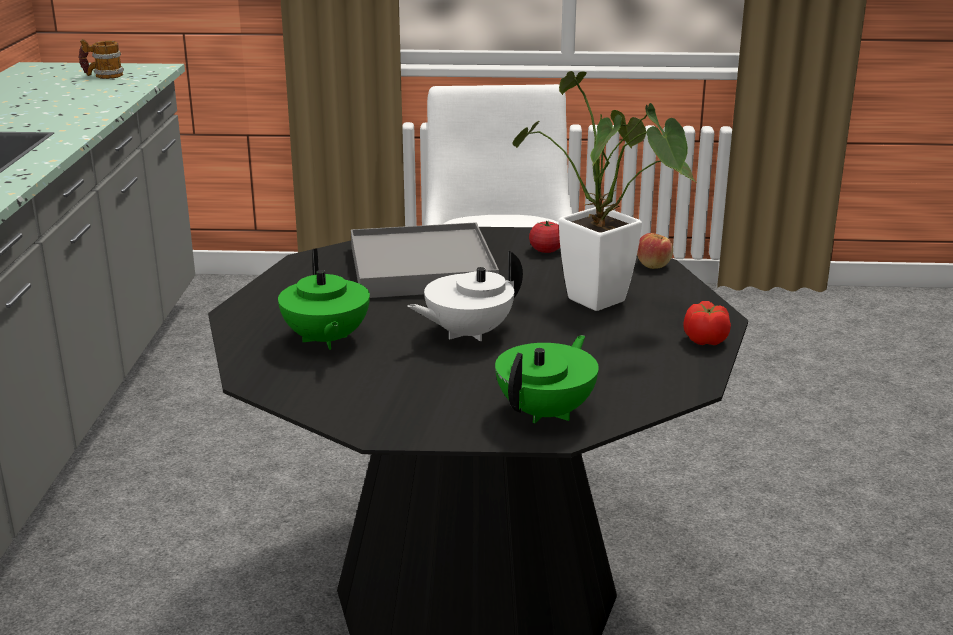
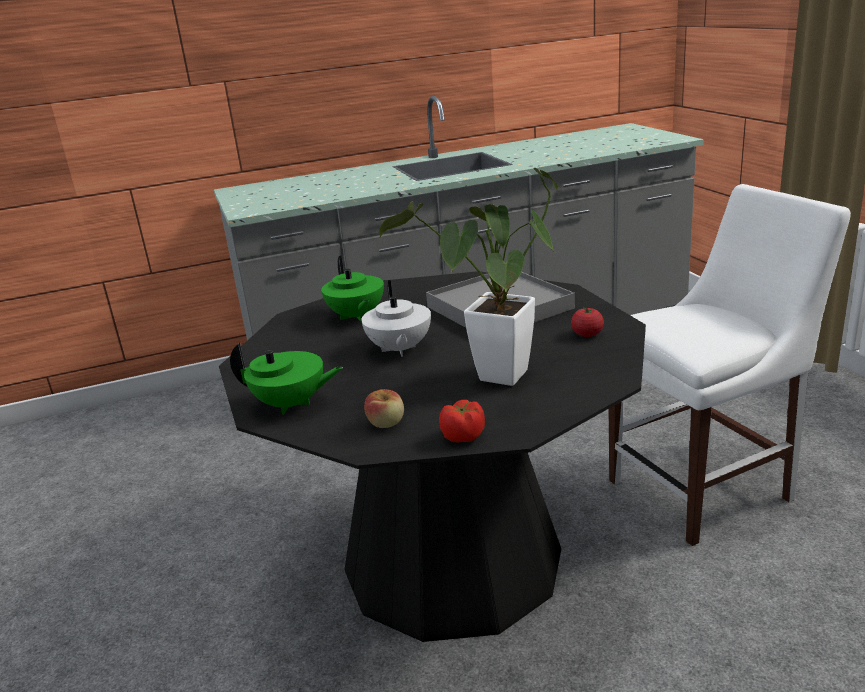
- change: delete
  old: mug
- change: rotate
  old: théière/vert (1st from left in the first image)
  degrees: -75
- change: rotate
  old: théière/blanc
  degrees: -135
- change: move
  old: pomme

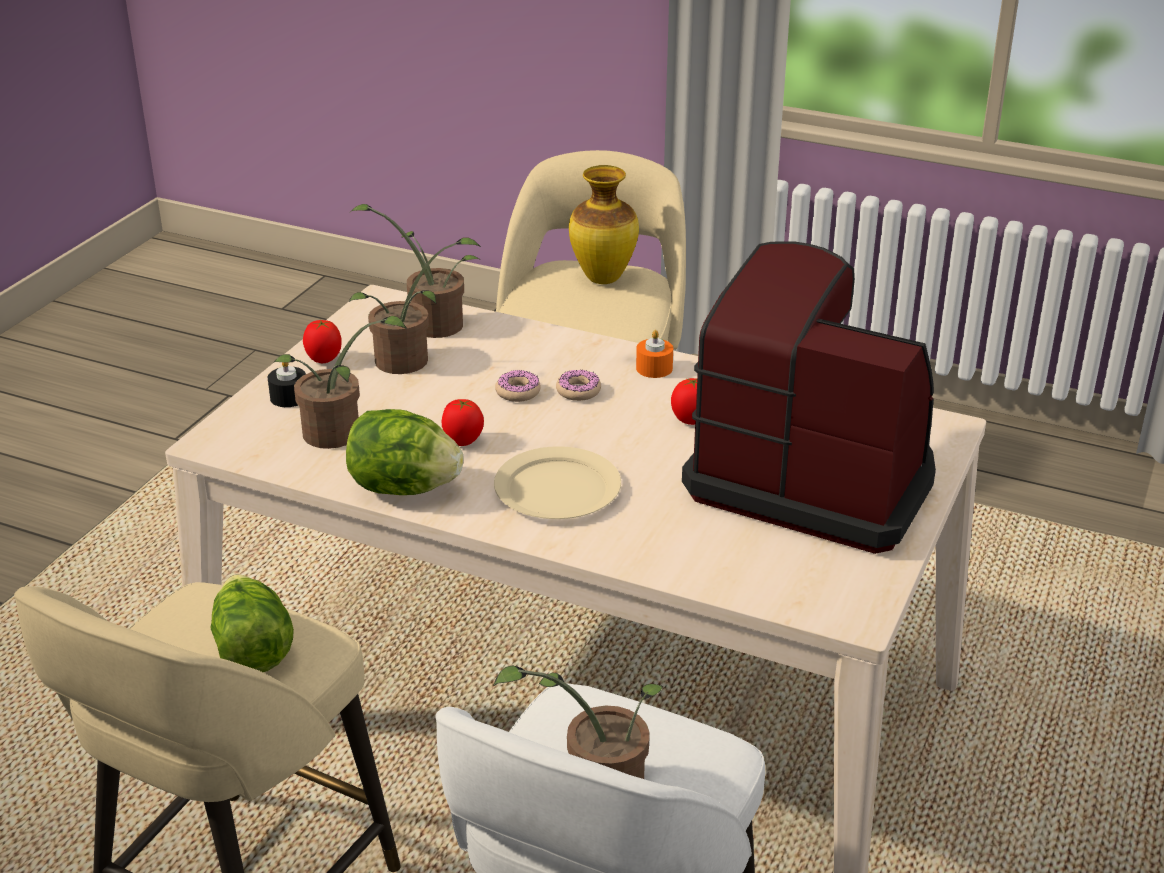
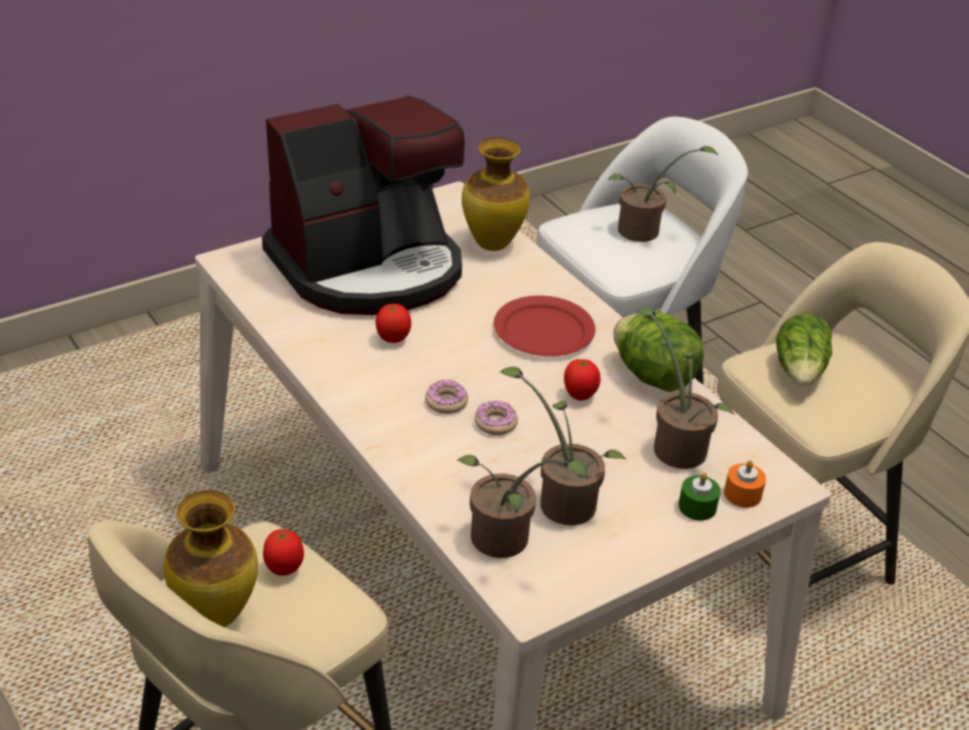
- change: recolor
  old: bougie/noir
  new: bougie/vert
- change: move
  old: tomate (1st from left)
- change: recolor
  old: assiette/beige
  new: assiette/rouge
- change: move
  old: bougie/orange
- change: rotate
  old: machine à café
  degrees: -90
- change: insert
  new: vase (2nd from left)

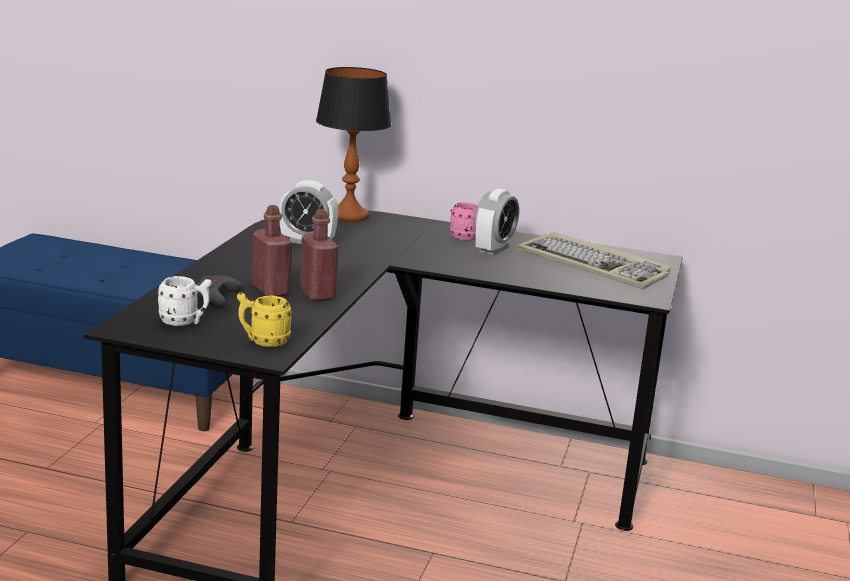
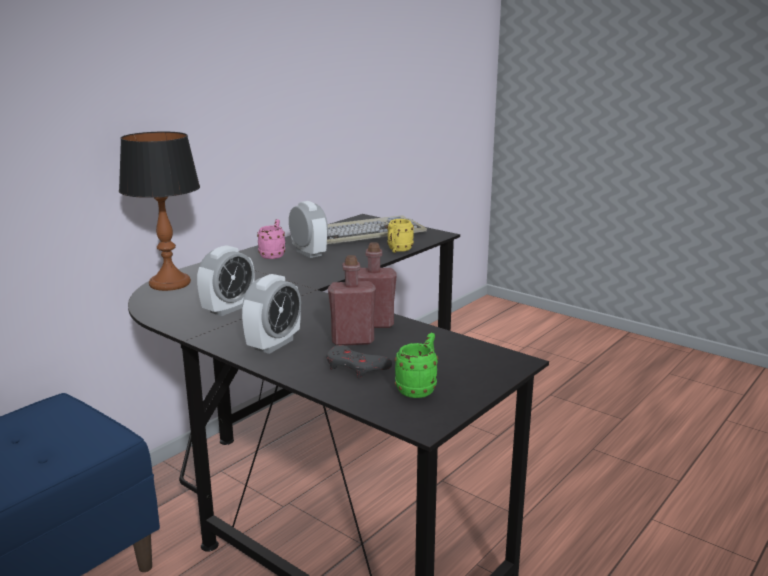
- change: recolor
  old: mug/blanc
  new: mug/vert
- change: move
  old: mug/jaune
- change: insert
  new: réveil (2nd from left)

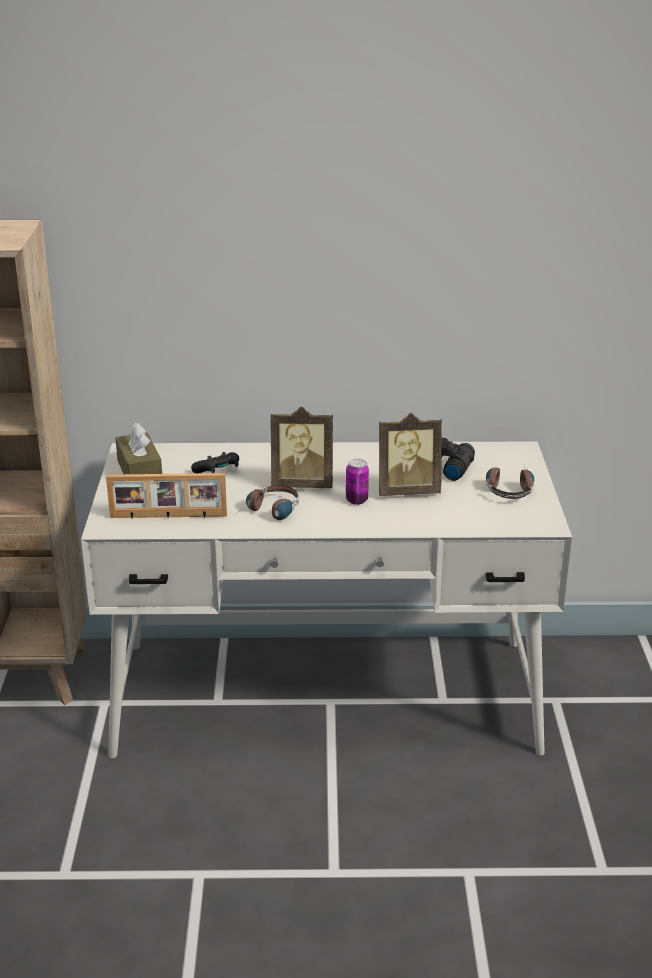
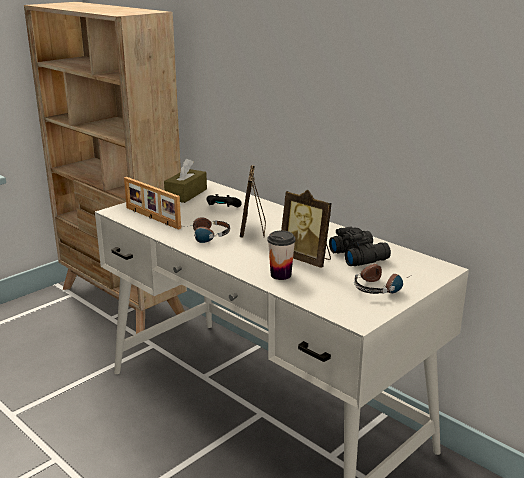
- change: rotate
  old: cadre photo (2nd from left)
  degrees: 45
- change: delete
  old: boîte métallique
- change: insert
  new: tasse

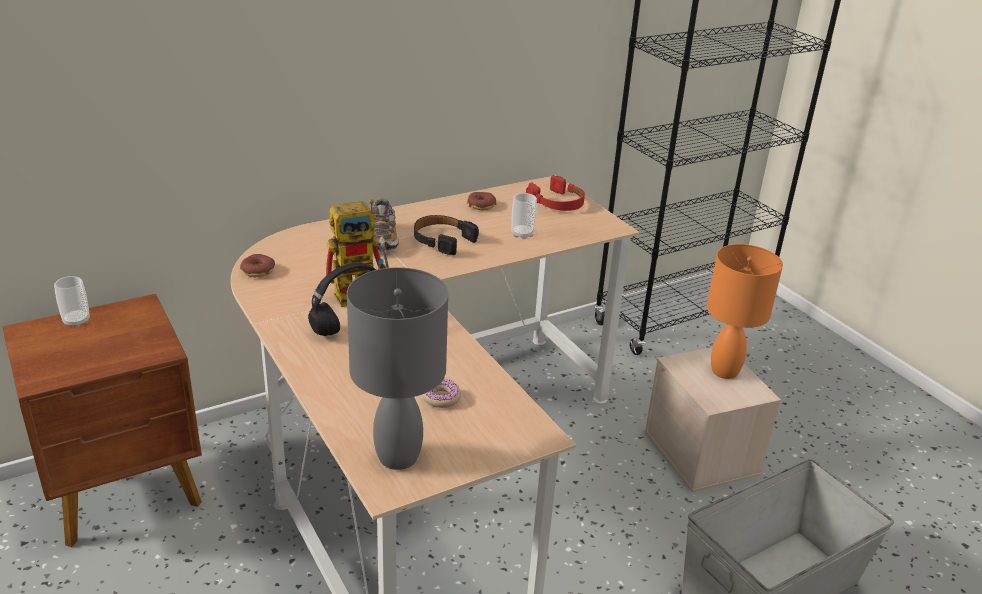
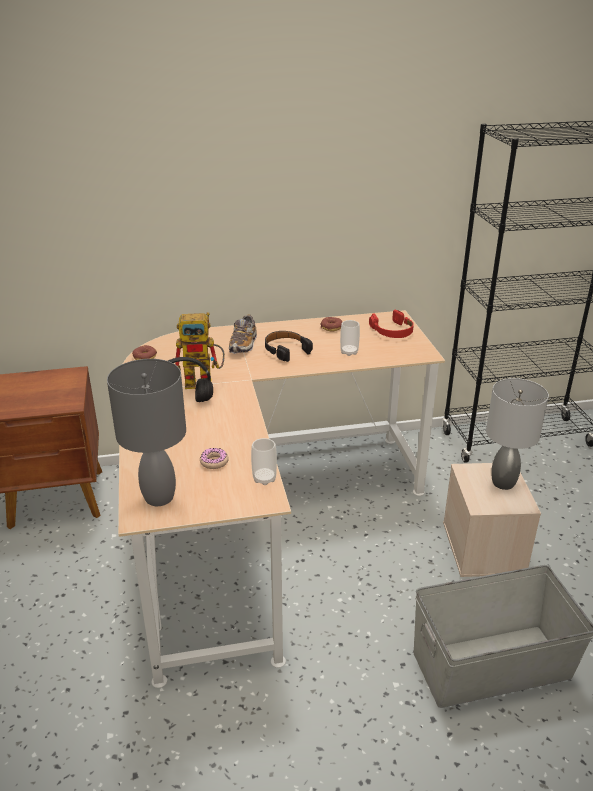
- change: move
  old: tasse (1st from left)
- change: recolor
  old: lampe de table/orange
  new: lampe de table/gris (2nd from left)

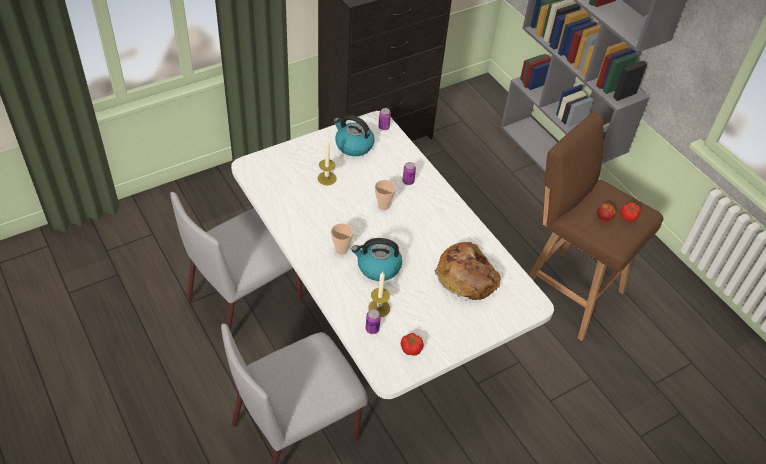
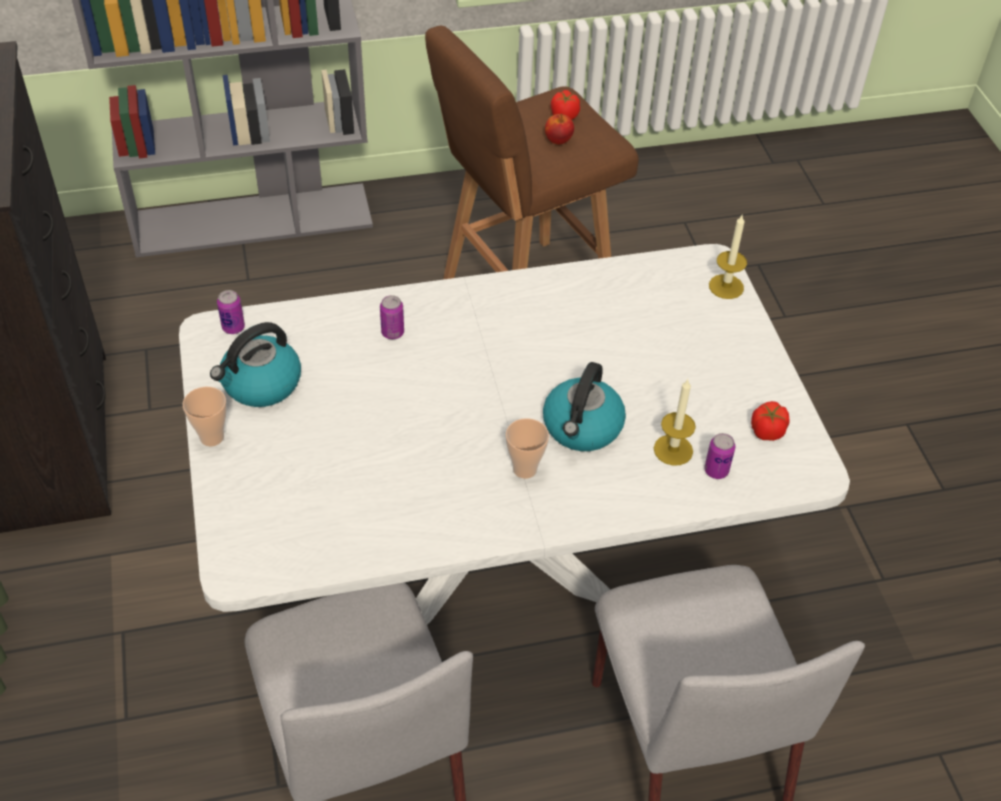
- change: move
  old: bougie (1st from left in the first image)
  new: bougie (2nd from left)
- change: move
  old: tasse (2nd from left in the first image)
  new: tasse (1st from left)
- change: delete
  old: pain

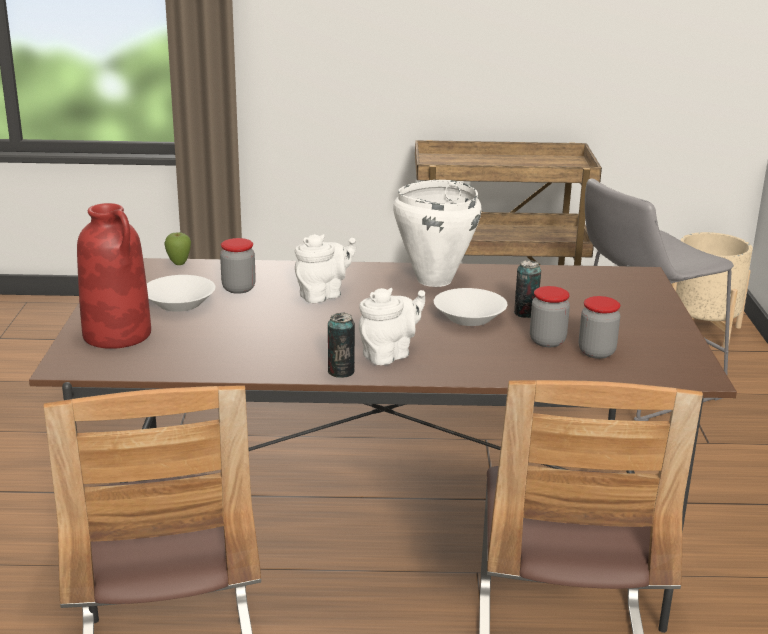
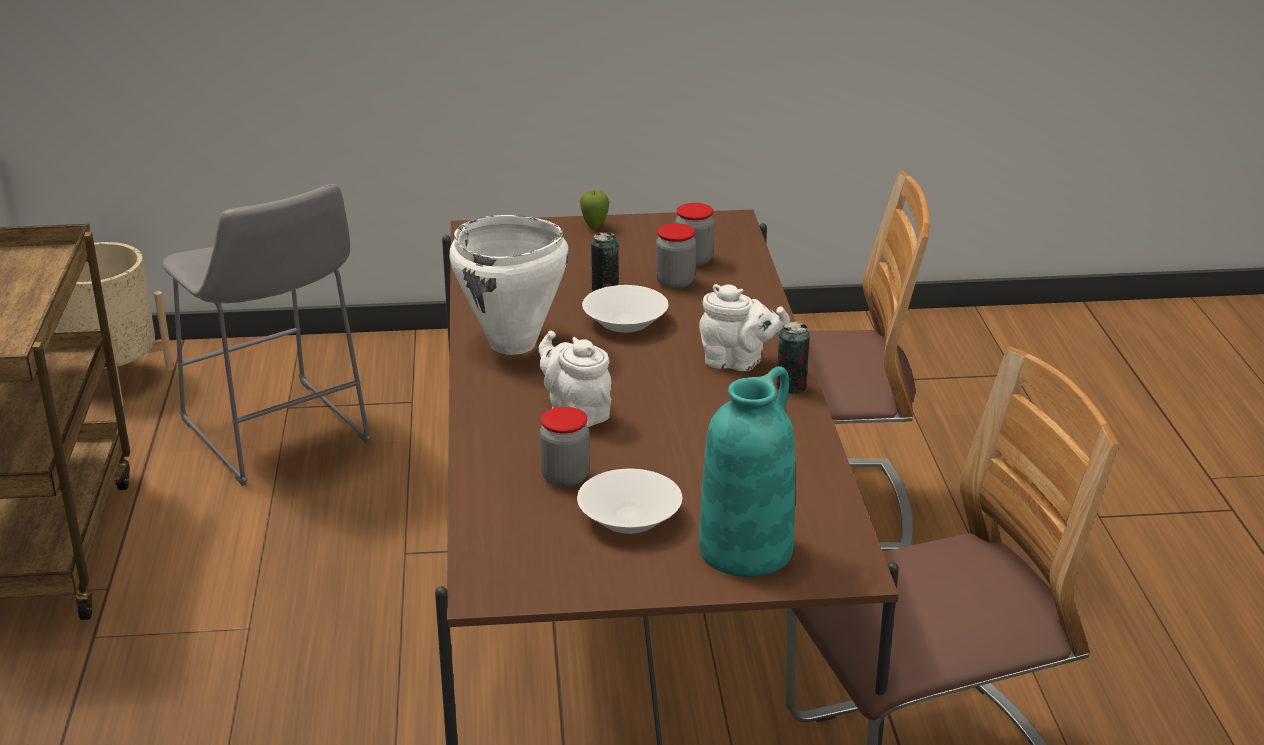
- change: recolor
  old: vase/rouge
  new: vase/turquoise
- change: move
  old: pomme
- change: rotate
  old: théière/blanc (2nd from left)
  degrees: 150

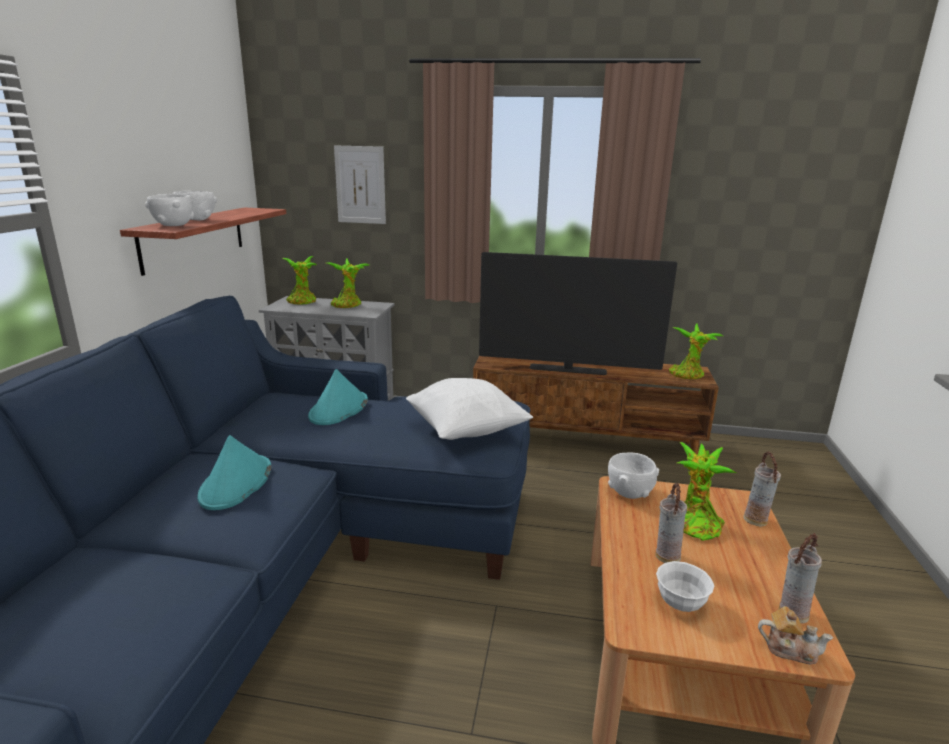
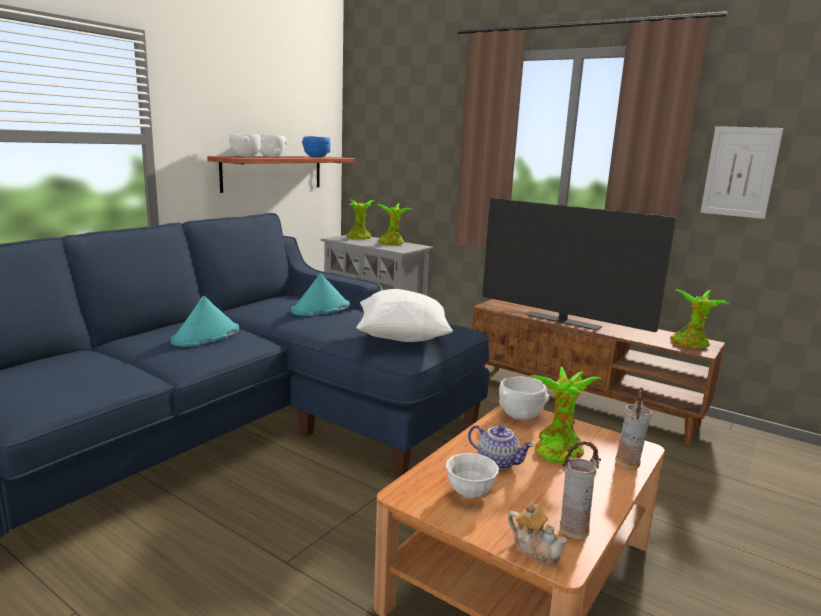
- change: move
  old: tableau
- change: replace
  old: vase (1st from left)
  new: théière (1st from left)
- change: insert
  new: bol/bleu

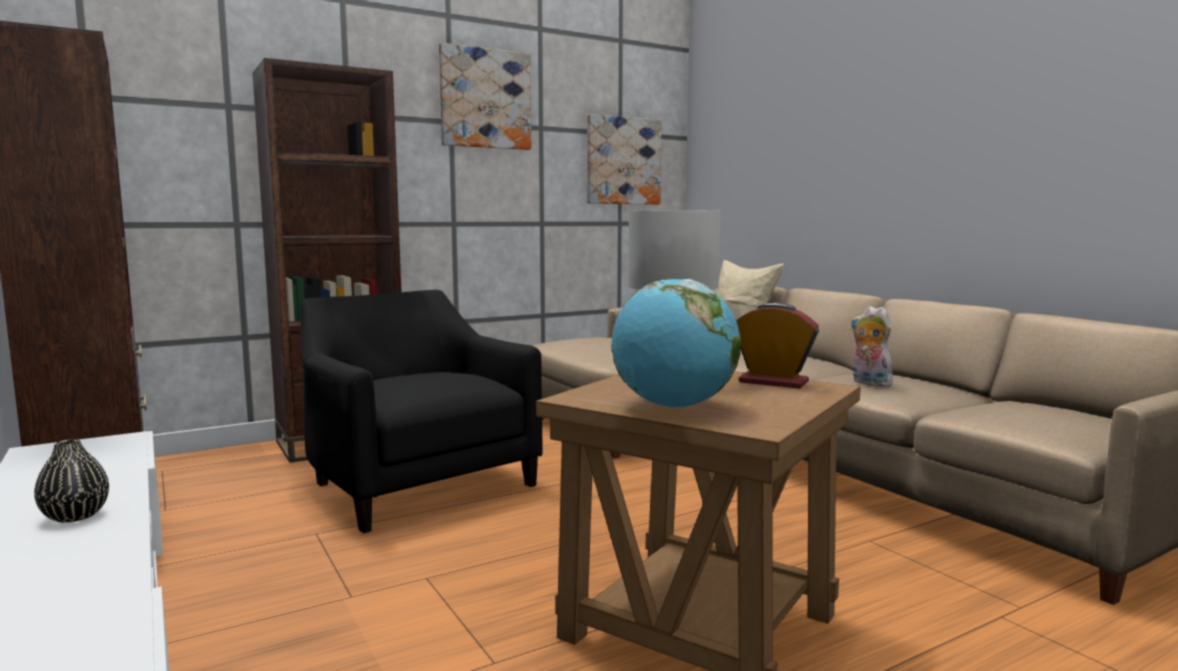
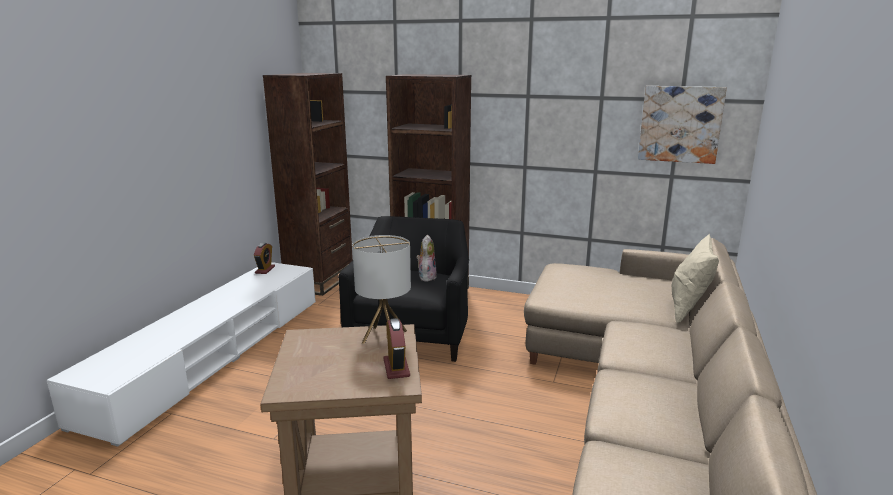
- change: delete
  old: vase/noir
- change: delete
  old: tableau (1st from left)
- change: delete
  old: globe
- change: move
  old: peluche
- change: insert
  new: réveil (1st from left)

